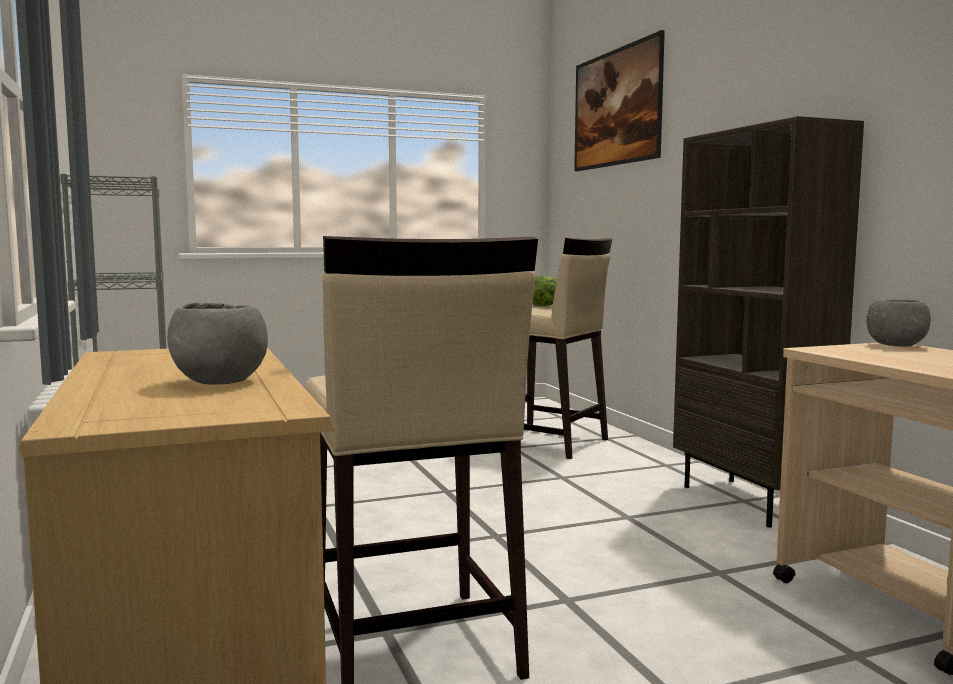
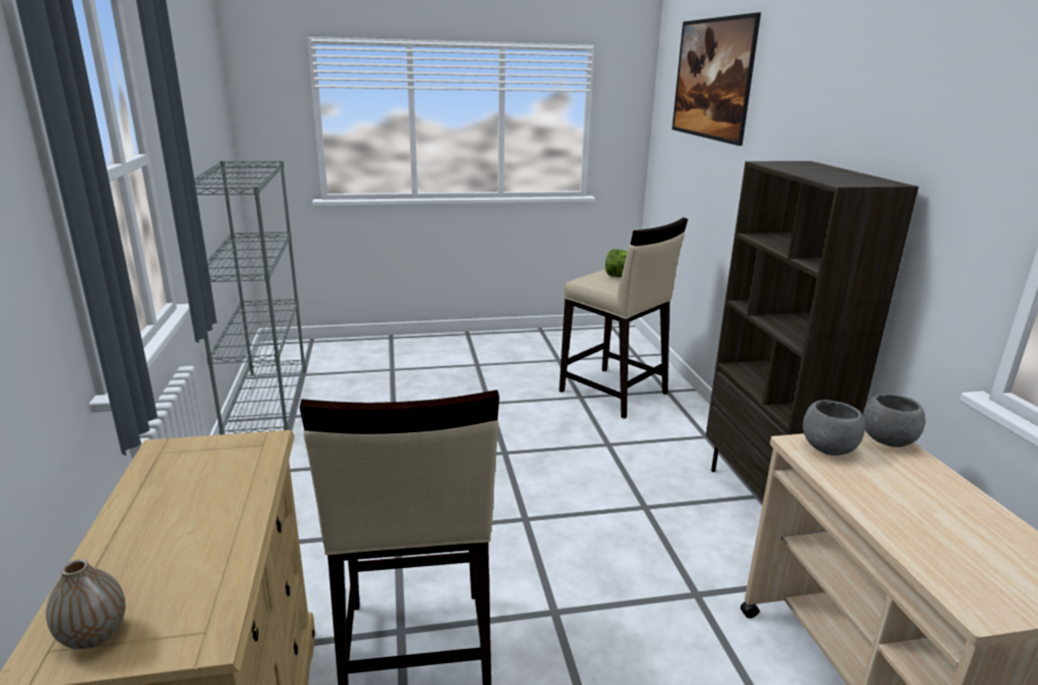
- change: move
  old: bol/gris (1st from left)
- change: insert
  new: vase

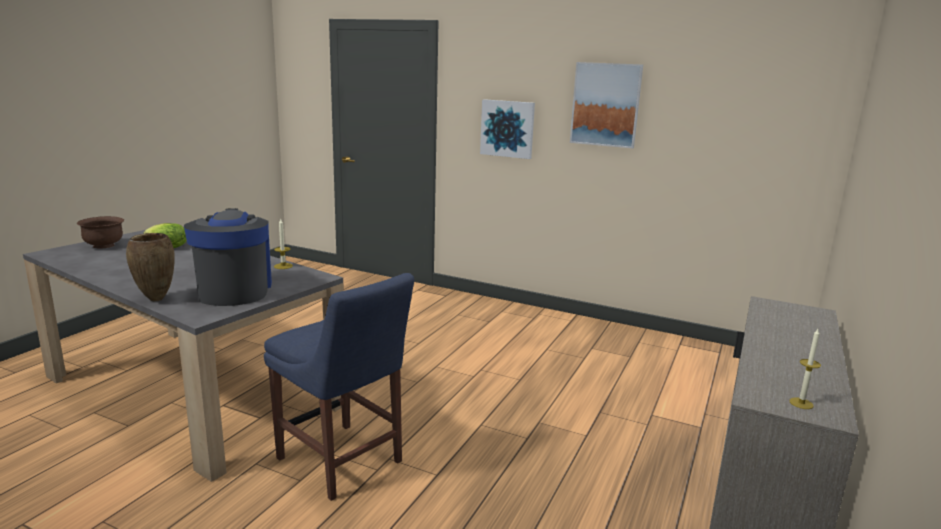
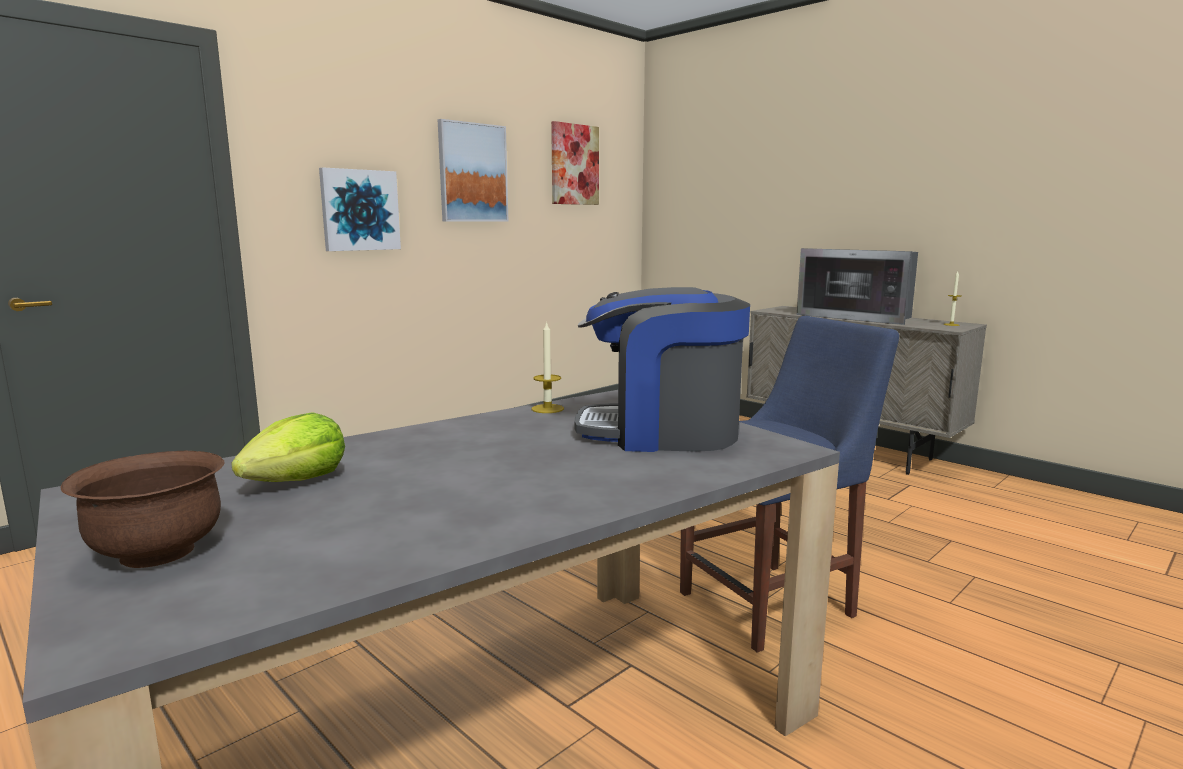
- change: delete
  old: vase/marron
- change: insert
  new: tableau (3rd from left)
- change: insert
  new: micro-ondes

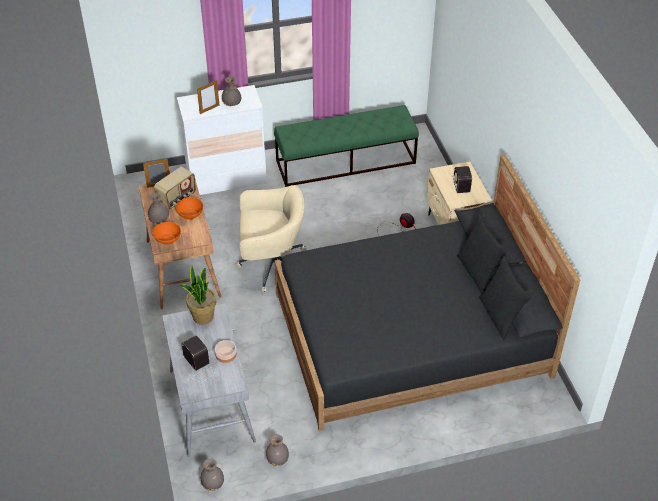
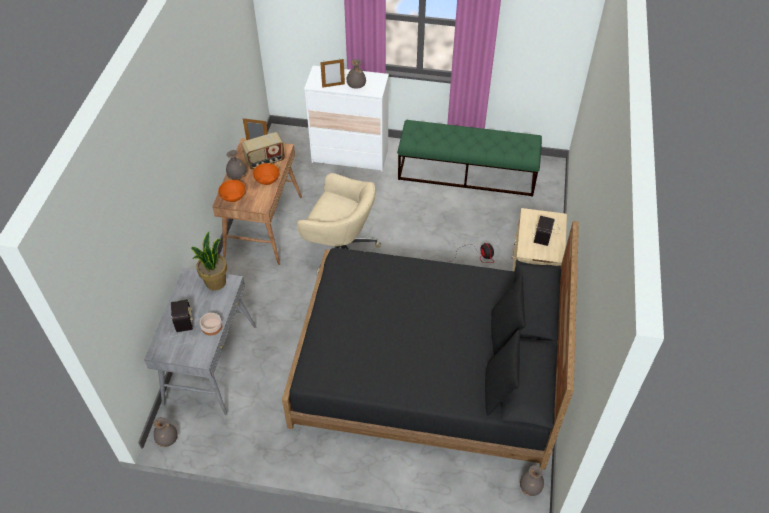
- change: move
  old: vase/gris (4th from left)

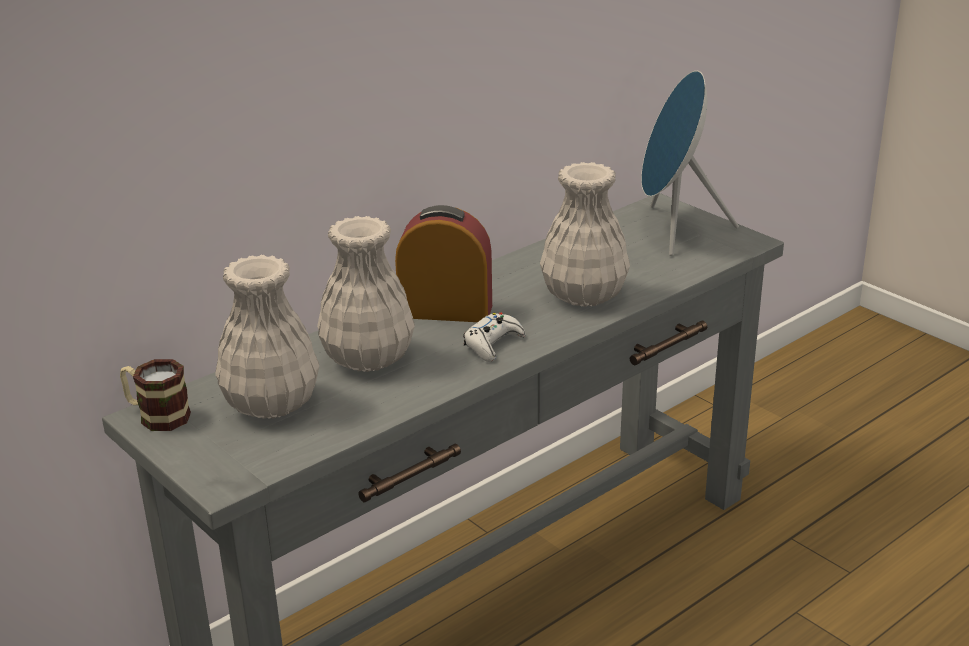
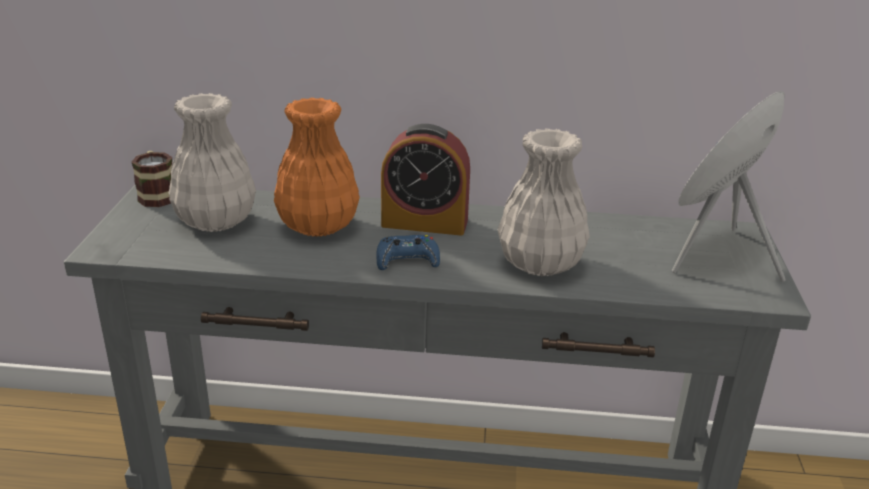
- change: recolor
  old: vase/blanc (2nd from left)
  new: vase/orange
- change: rotate
  old: réveil
  degrees: 135
- change: recolor
  old: manette/blanc
  new: manette/bleu

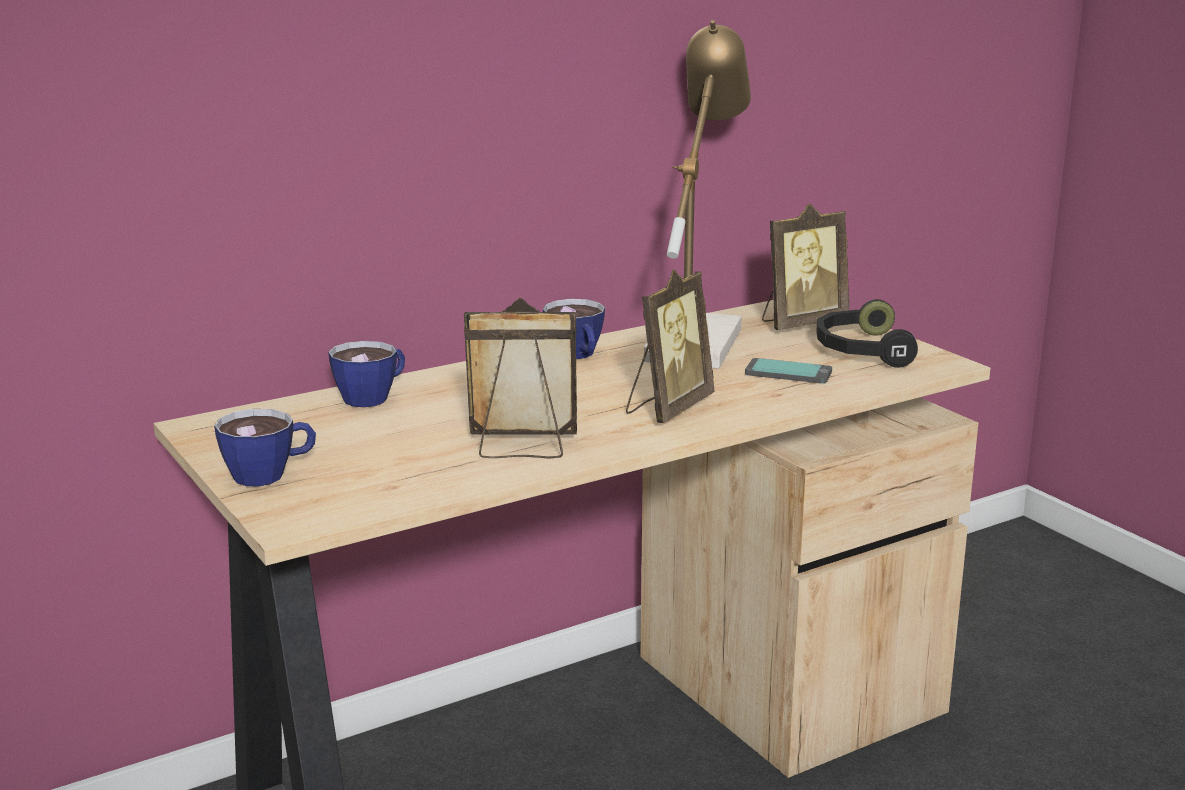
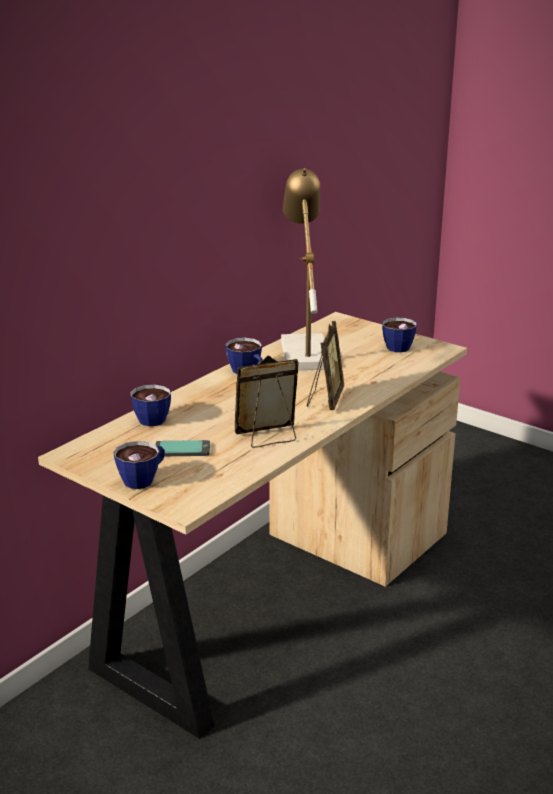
- change: move
  old: téléphone
- change: delete
  old: cadre photo (3rd from left)
- change: replace
  old: casque audio/noir
  new: tasse (4th from left)

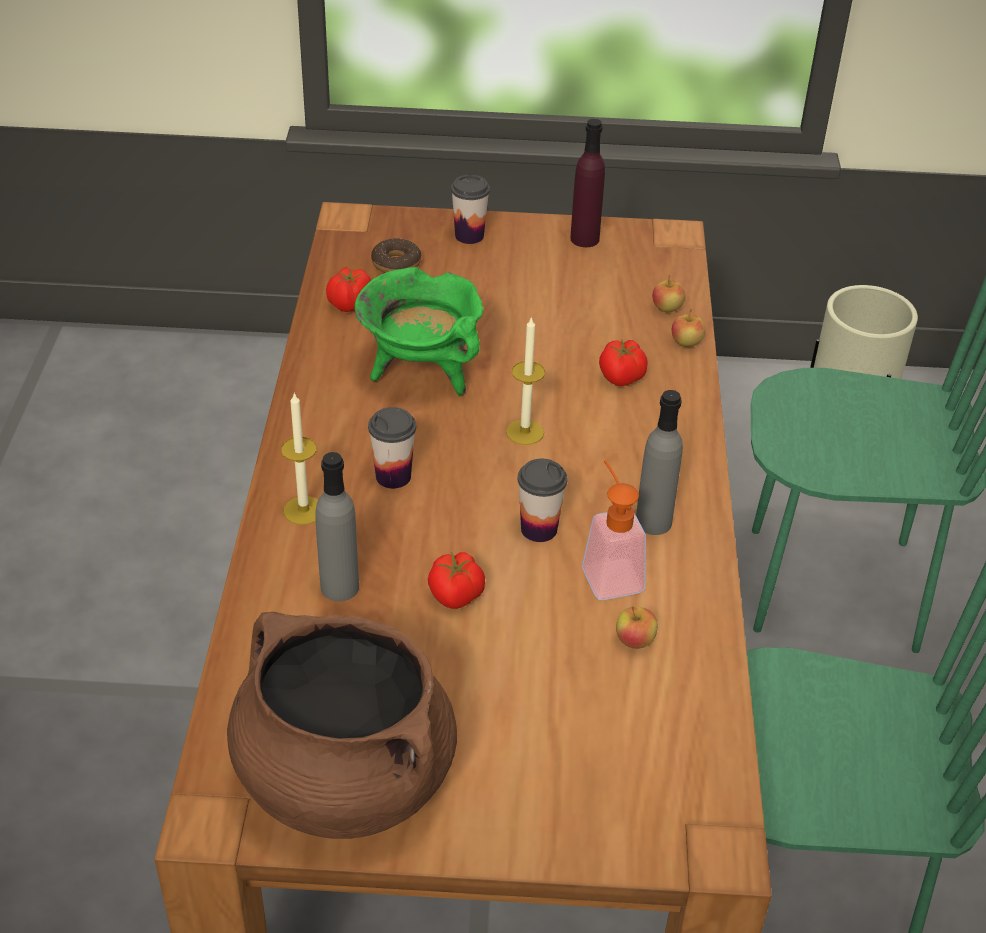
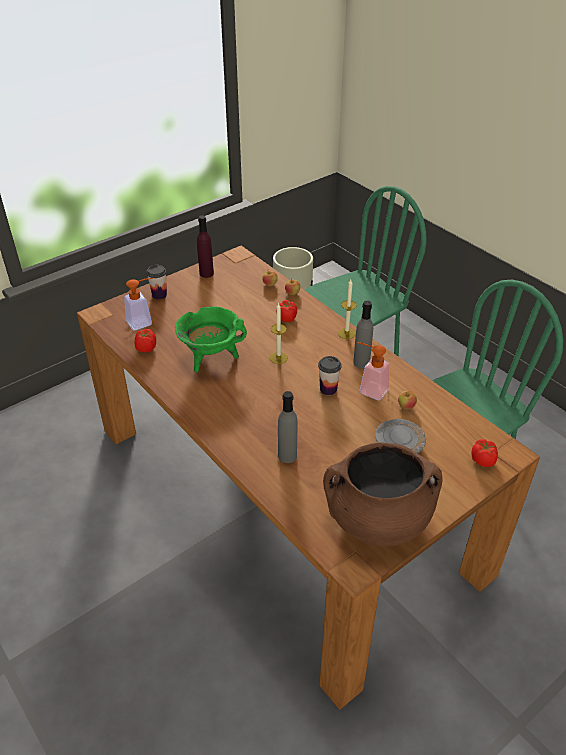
- change: move
  old: bougie (1st from left in the first image)
  new: bougie (2nd from left)
- change: delete
  old: tasse (1st from left)
- change: replace
  old: beignet
  new: distributeur de savon (1st from left)
- change: move
  old: tomate (2nd from left in the first image)
  new: tomate (3rd from left)
- change: insert
  new: assiette/gris

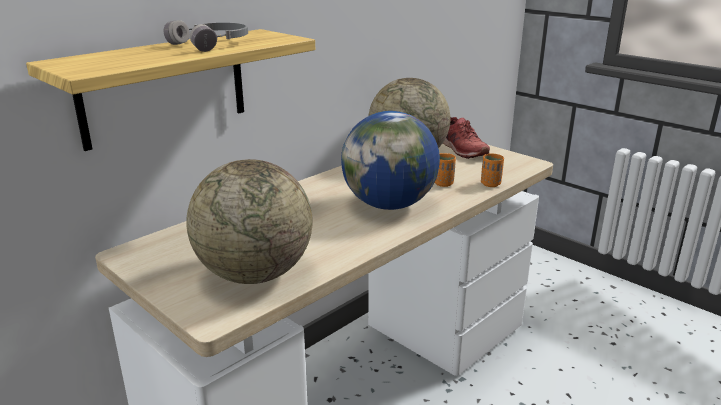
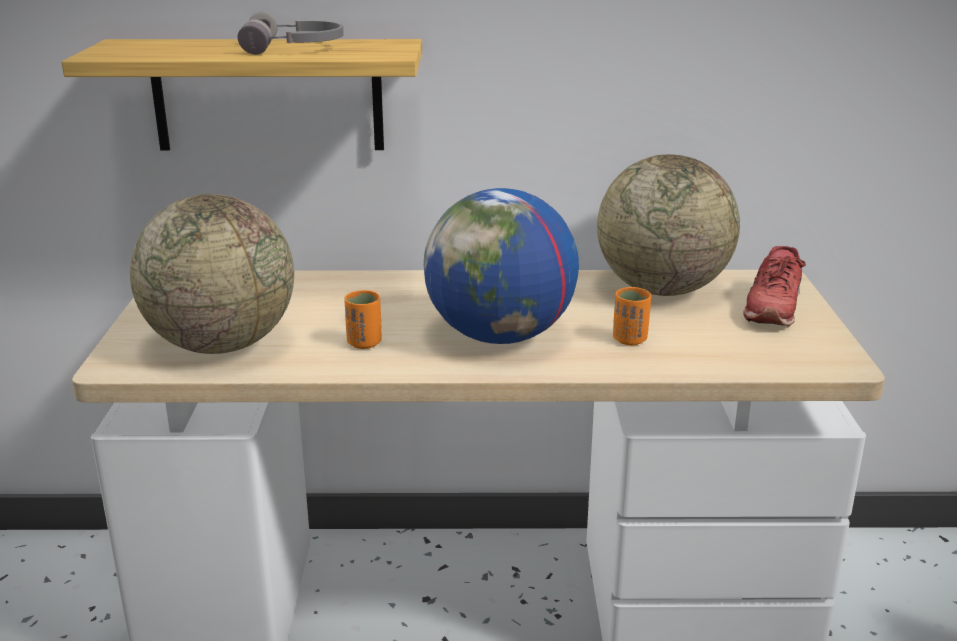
- change: move
  old: tasse/orange (2nd from left in the first image)
  new: tasse/orange (1st from left)

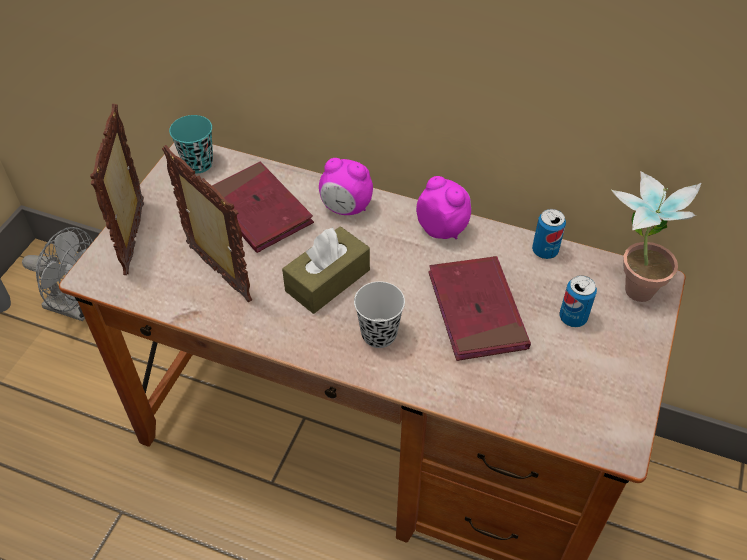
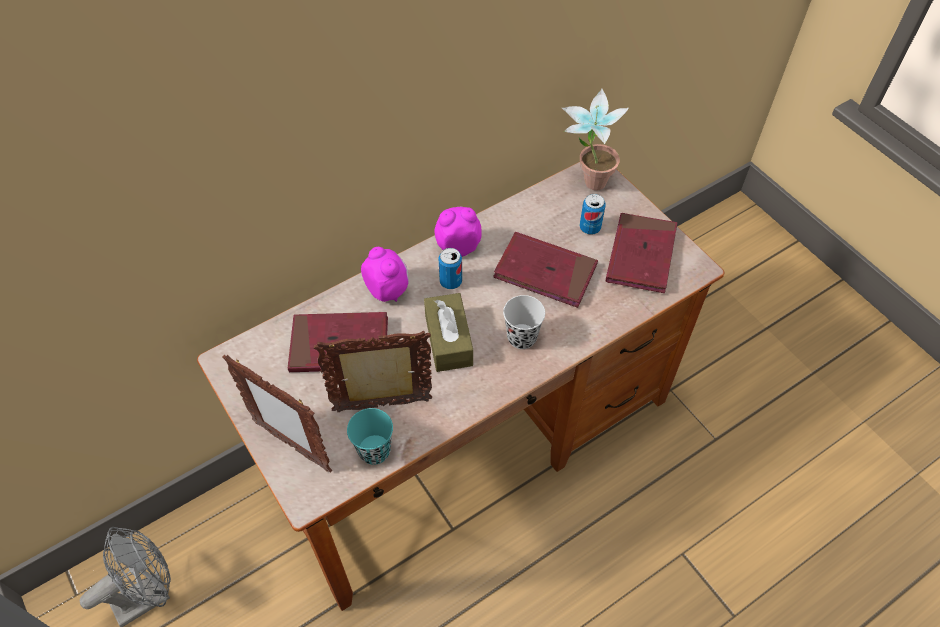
- change: move
  old: tasse/turquoise
- change: rotate
  old: réveil (1st from left)
  degrees: -90
- change: move
  old: boîte métallique (1st from left)
- change: insert
  new: livre/rouge (3rd from left)

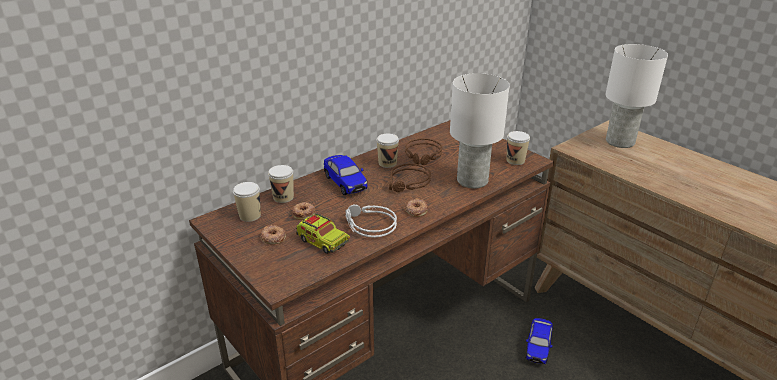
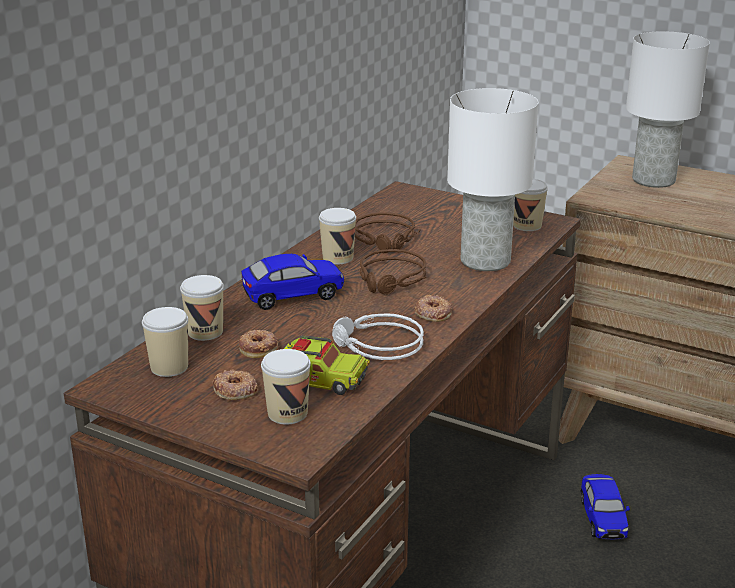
- change: rotate
  old: petite voiture (1st from left)
  degrees: -60
- change: insert
  new: tasse (3rd from left)

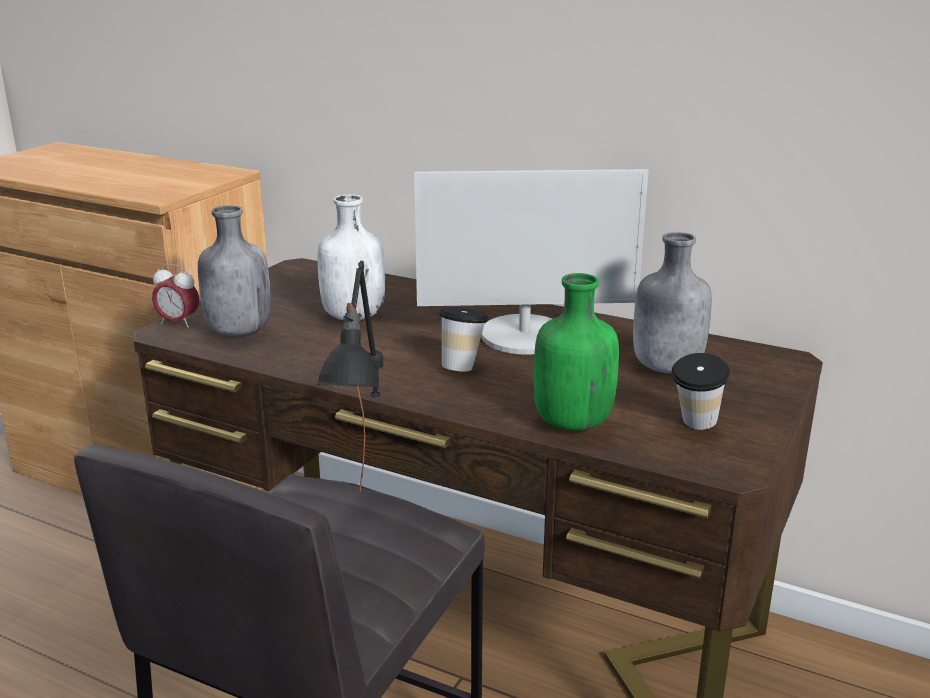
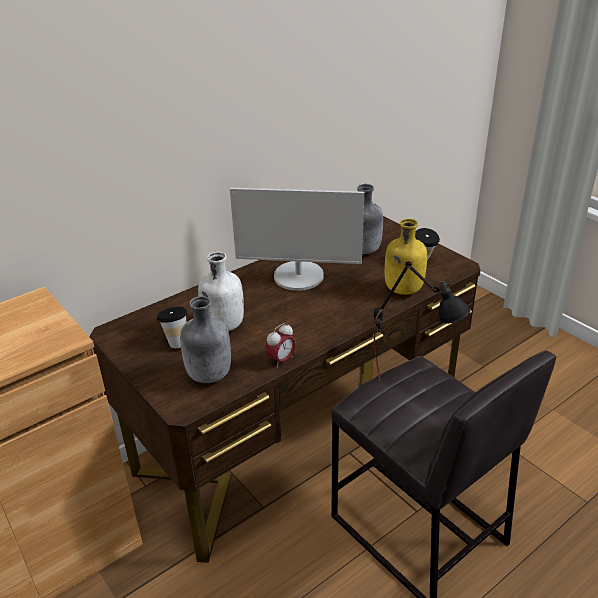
- change: move
  old: réveil
- change: rotate
  old: écran d'ordinateur
  degrees: 75
- change: move
  old: tasse (1st from left)
- change: recolor
  old: bouteille/vert
  new: bouteille/jaune

